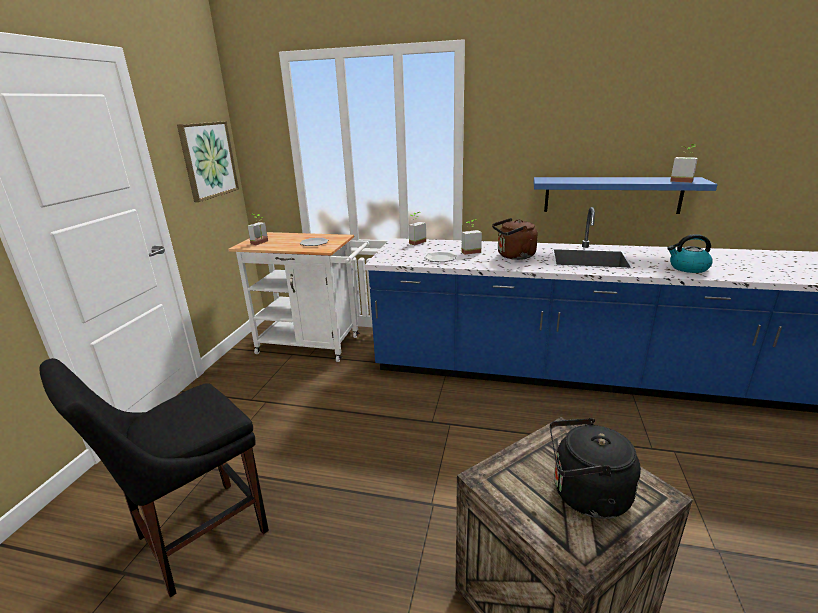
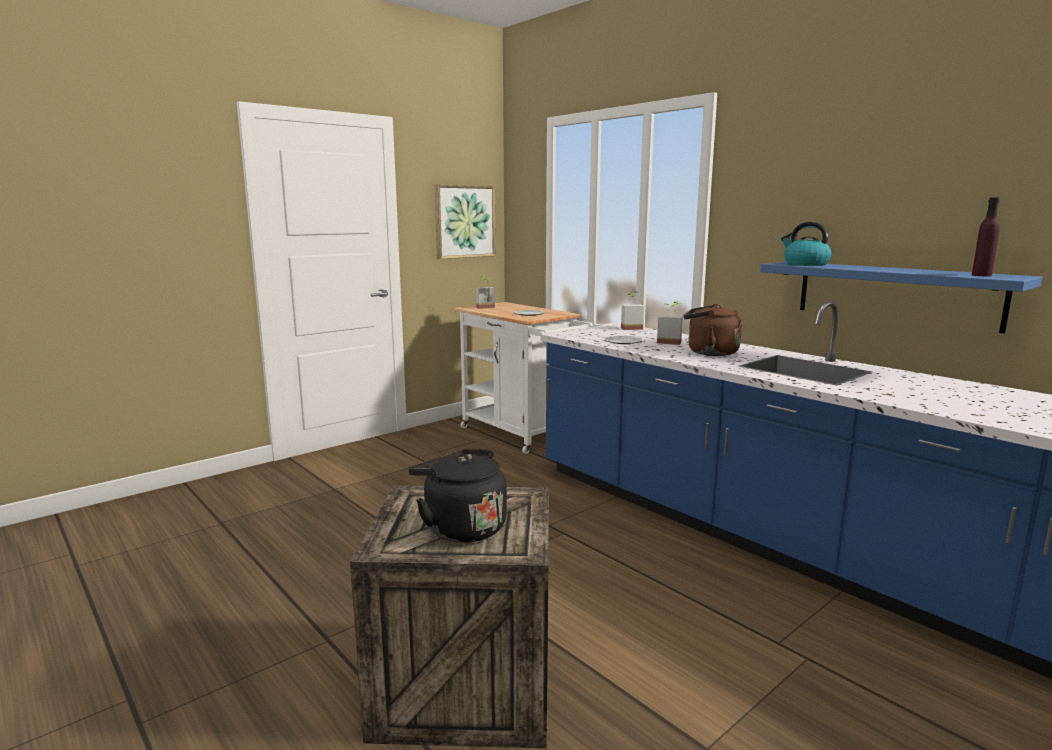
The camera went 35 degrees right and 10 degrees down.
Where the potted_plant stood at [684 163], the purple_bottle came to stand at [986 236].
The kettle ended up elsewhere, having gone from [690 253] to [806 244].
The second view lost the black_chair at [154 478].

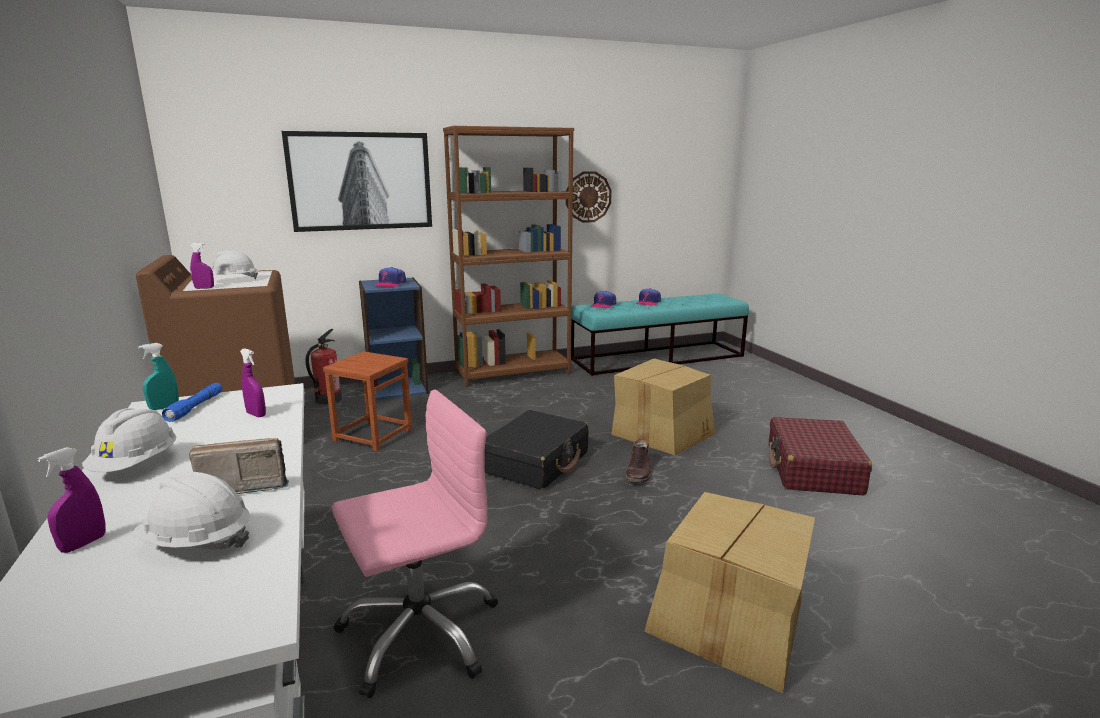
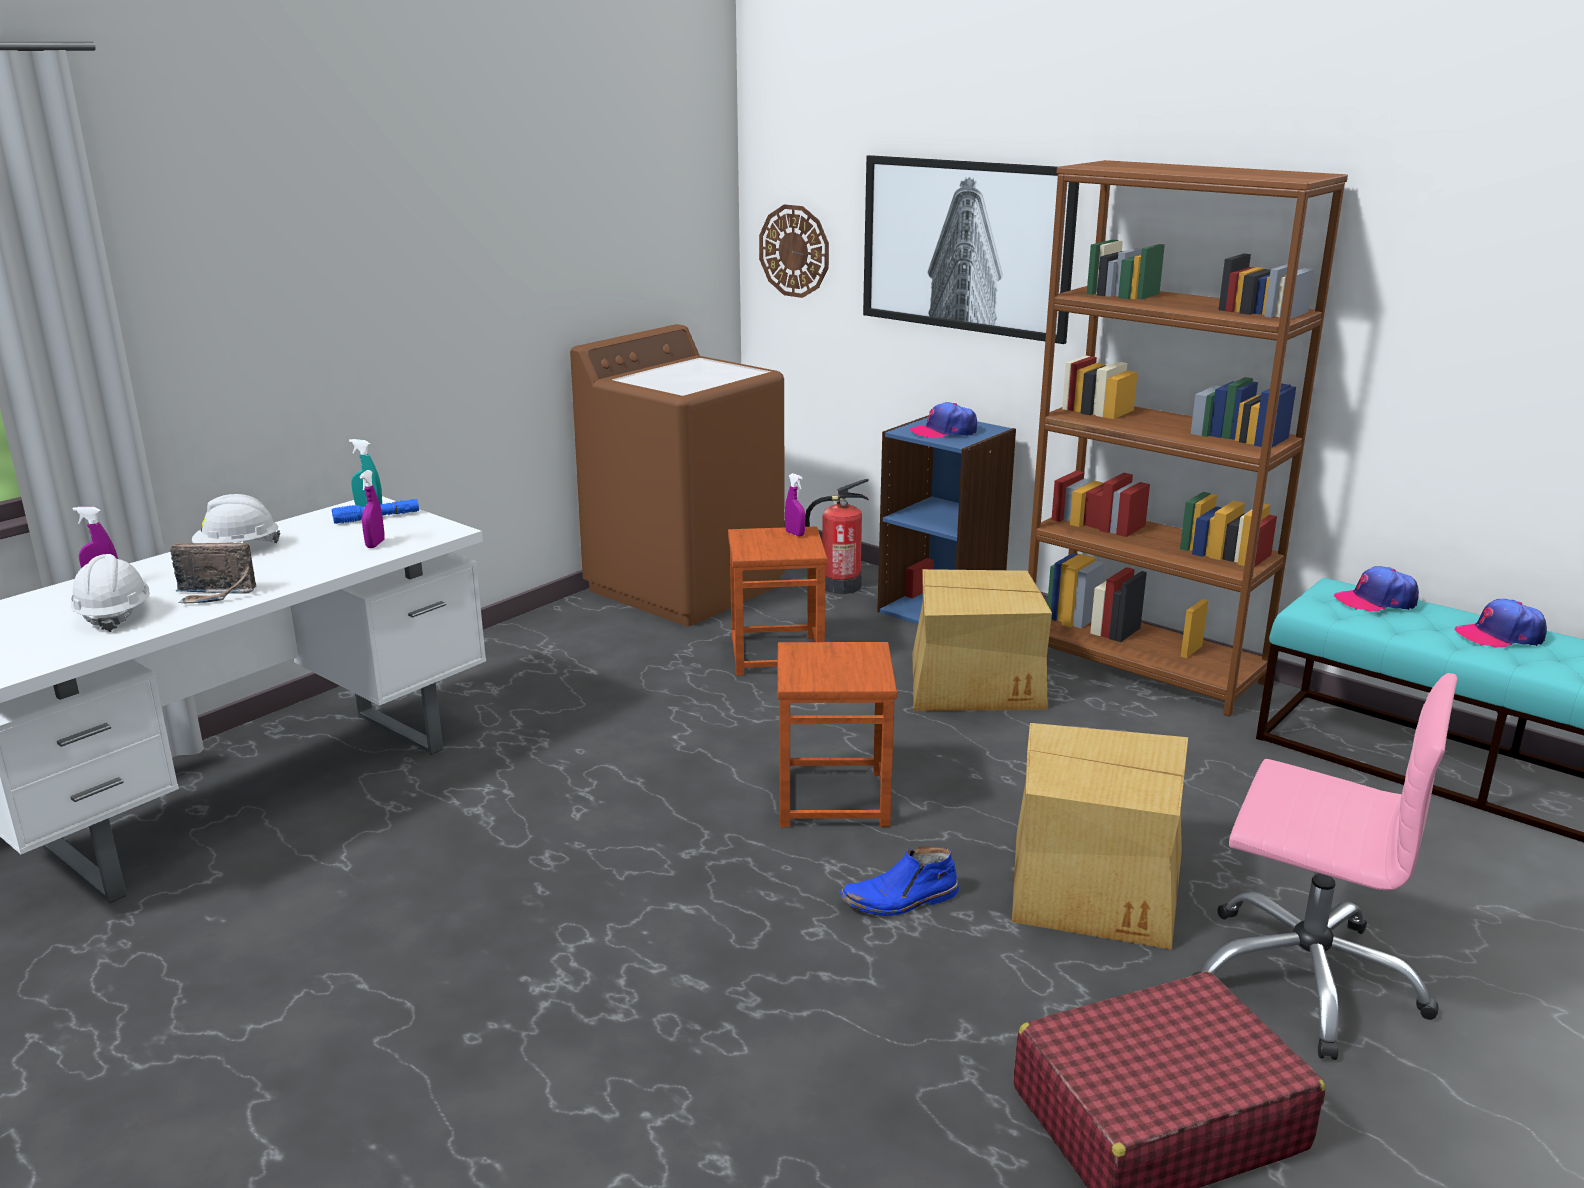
The camera went 60 degrees right and 5 degrees up.
The wall_clock ended up elsewhere, having gone from [589 197] to [794 251].
The purple_spray_bottle ended up elsewhere, having gone from [202 265] to [795 504].
The second view lost the white_hard_hat at [235 264].
The pink_office_chair ended up elsewhere, having gone from [415 543] to [1324 866].
Where the black_suitcase stood at [536 450], the brown_stool came to stand at [837 734].
The radio at [239 466] ended up facing another way, 135 degrees clockwise from before.
What was the brown_boot at [637 461] turned into the blue_boot at [899 881].
The cardboard_box ended up elsewhere, having gone from [729 592] to [982 640].

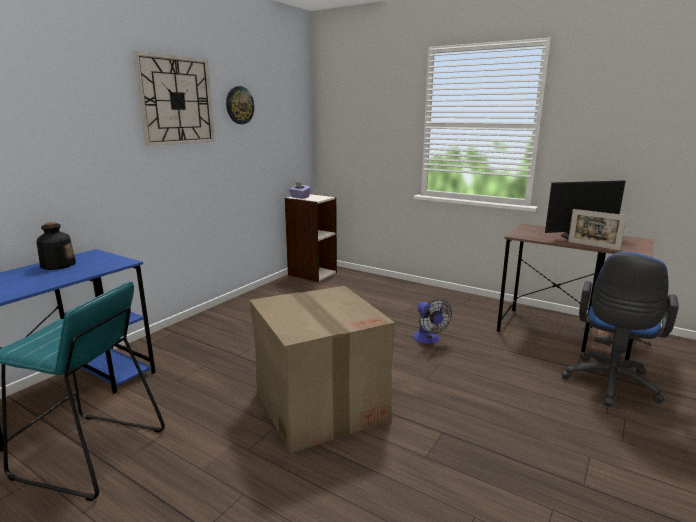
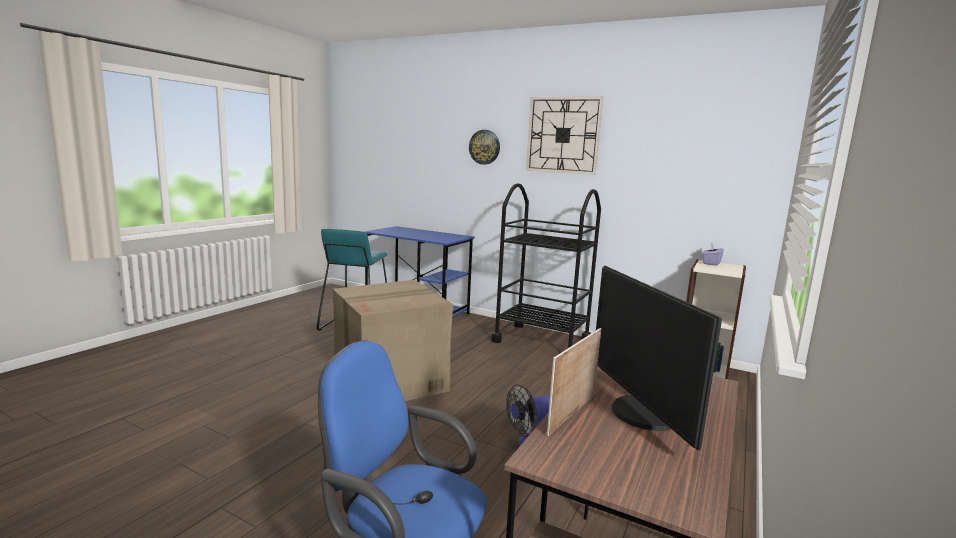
The camera went 85 degrees right and 5 degrees down.
The wall_clock ended up elsewhere, having gone from [240 105] to [484 147].
The second view lost the bottle at [56 246].
The second view gained the black_cart at [546 266].

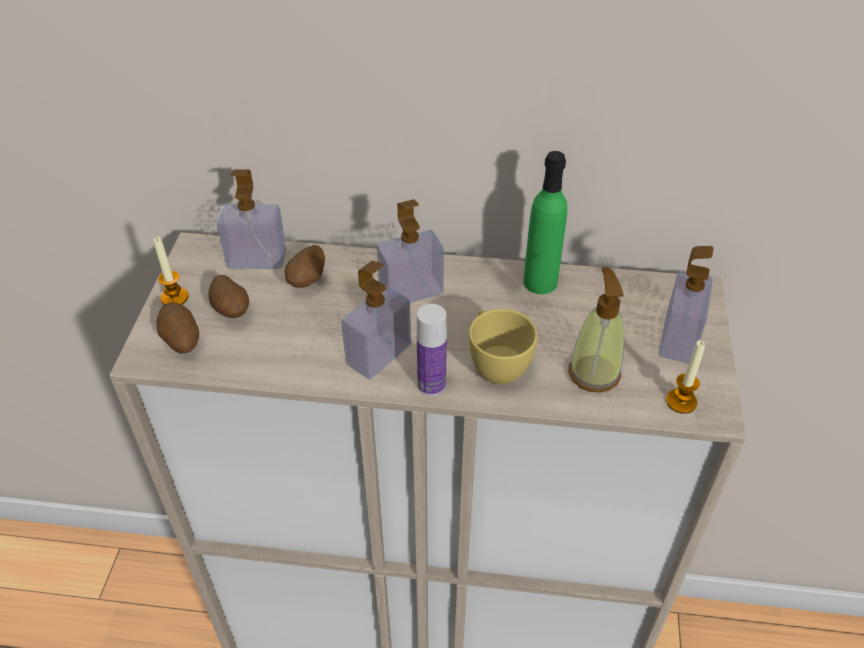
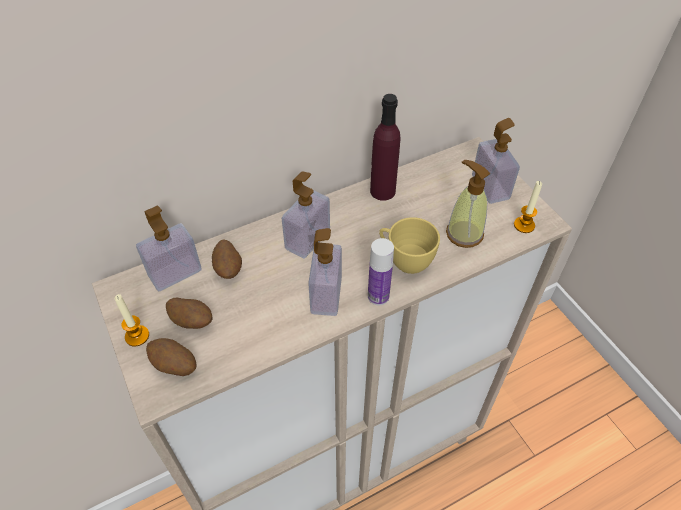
The camera went 35 degrees left and 5 degrees up.
What was the green_bottle at [545 222] turned into the purple_bottle at [385 147].

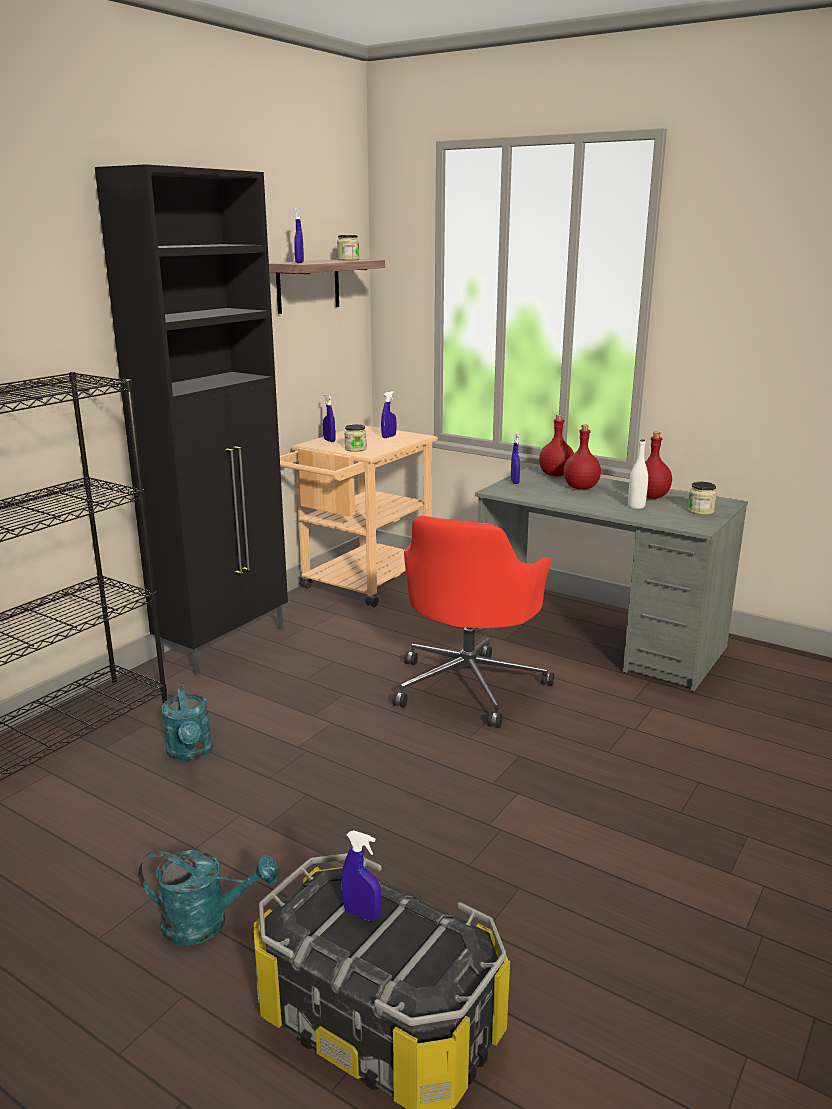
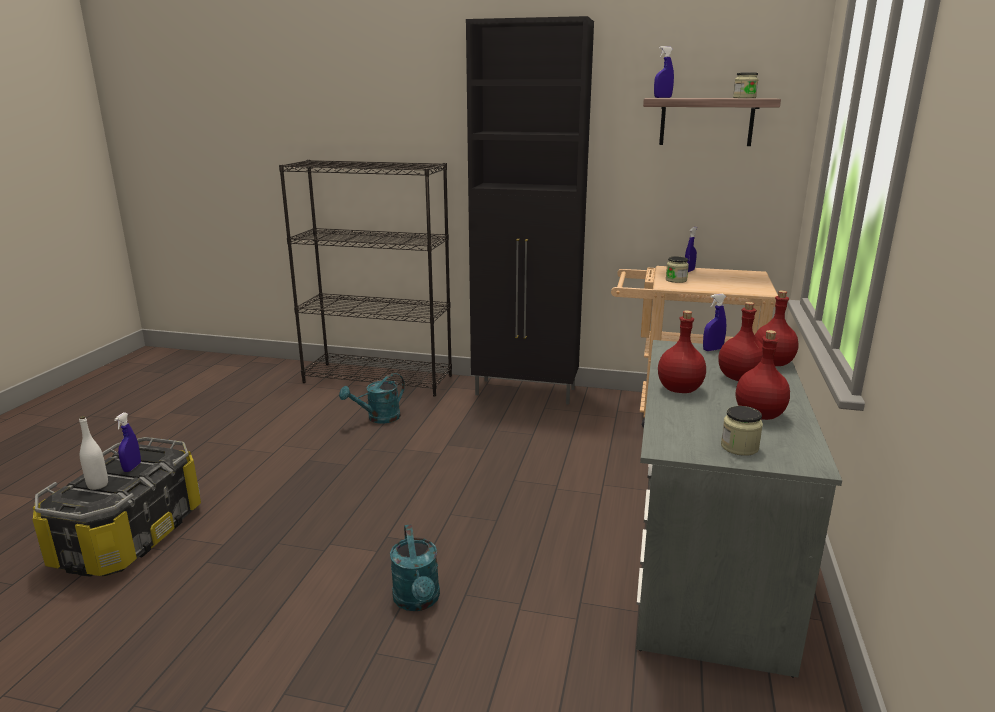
The camera went 70 degrees right and 0 degrees up.
The second view lost the blue_spray_bottle at [389 414].
The white_bottle ended up elsewhere, having gone from [638 474] to [93 453].
The second view lost the red_office_chair at [473 622].
The turquoise_watering_can ended up elsewhere, having gone from [208 898] to [415 567].
The second view gained the red_bottle at [682 351].

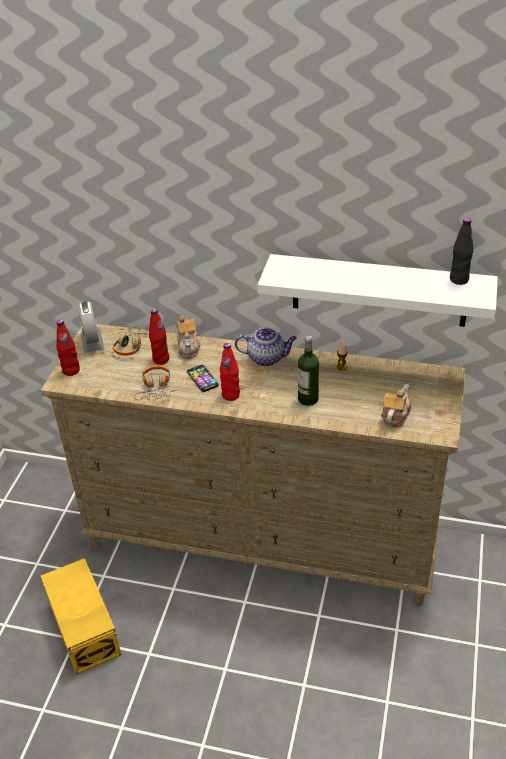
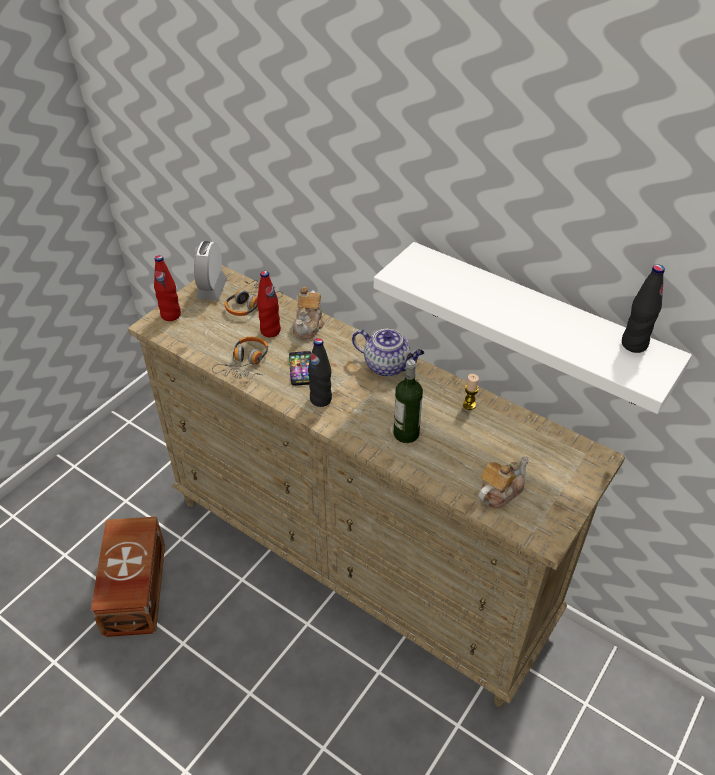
The camera went 20 degrees right and 5 degrees up.
What was the red_bottle at [230 372] turned into the black_bottle at [320 372].
What was the yellow_storage_box at [81 616] turned into the brown_storage_box at [128 577].

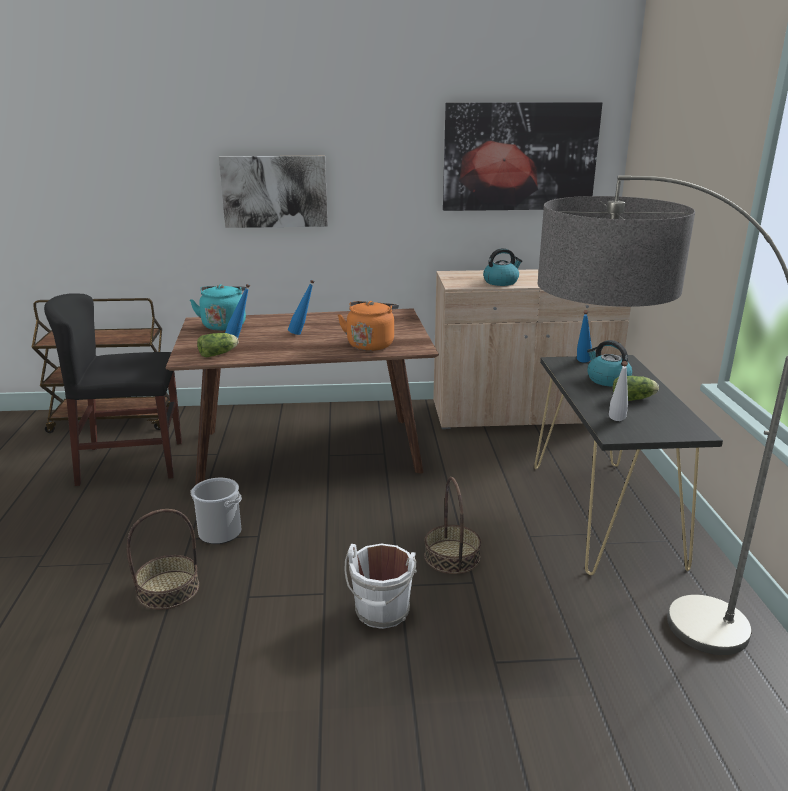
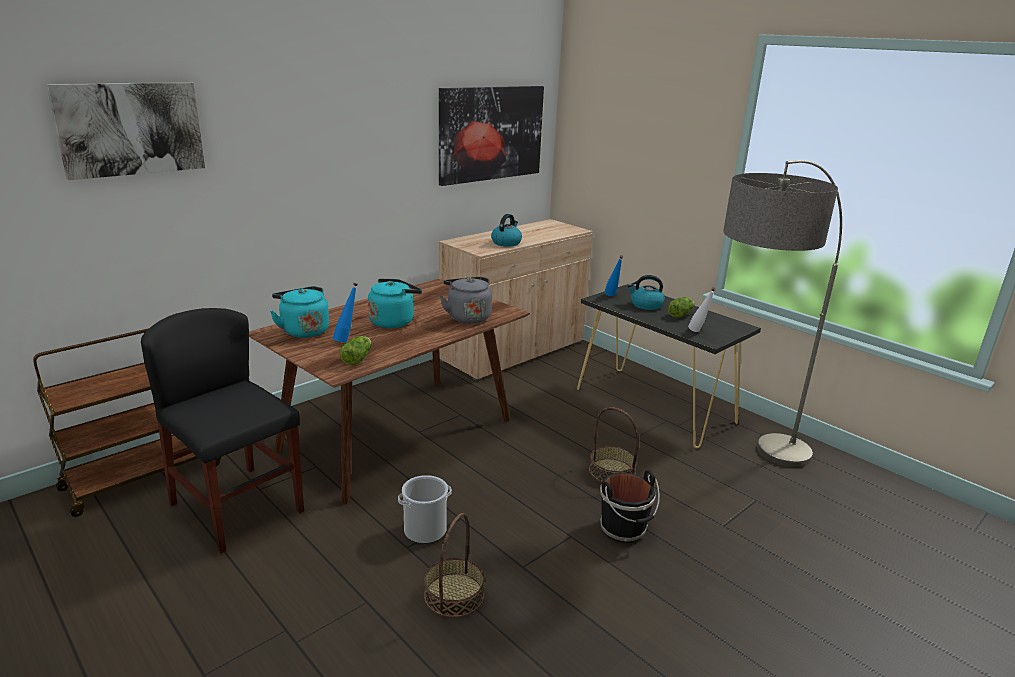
The camera went 40 degrees left and 0 degrees up.
The picture ended up elsewhere, having gone from [273 192] to [125 131].
Where the blue_bottle stood at [301 307], the turquoise_kettle came to stand at [395 303].
The black_chair at [113 389] ended up facing another way, 90 degrees clockwise from before.
What was the orange_kettle at [368 326] turned into the grey_kettle at [466 300].
What was the white_bucket at [380 586] turned into the black_bucket at [630 506].

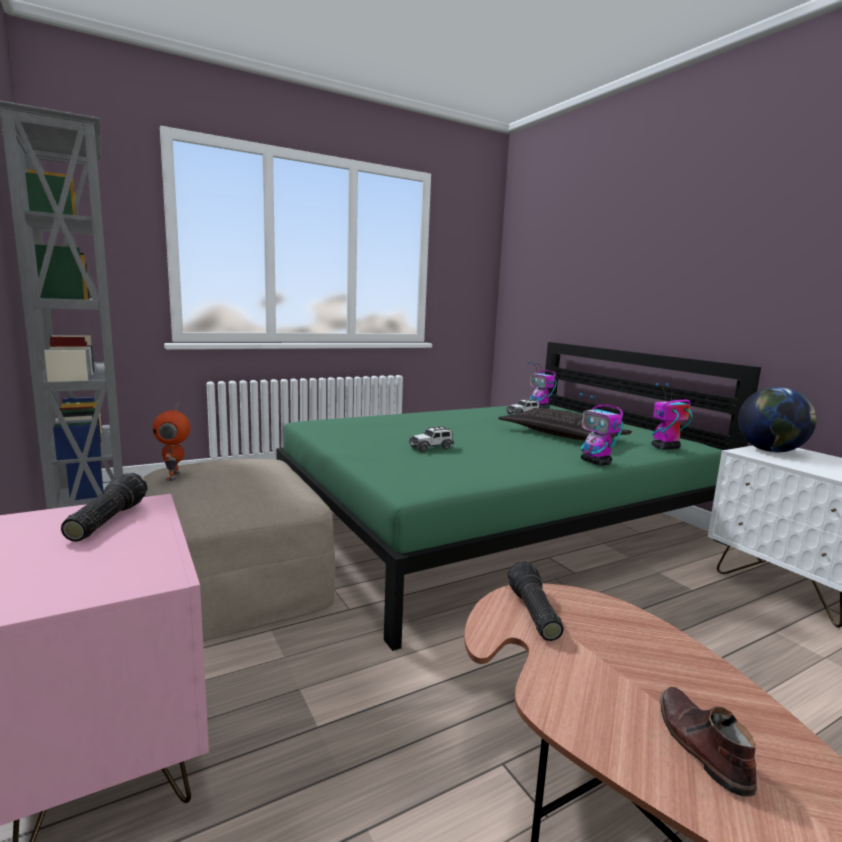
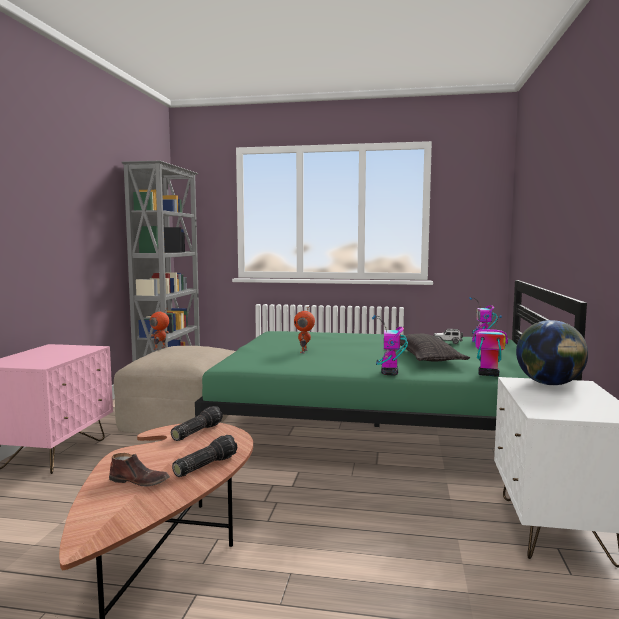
The camera went 40 degrees right and 5 degrees down.
Where the toy_car stood at [431 439], the toy_robot came to stand at [304 330].
The flashlight ended up elsewhere, having gone from [104 507] to [204 455].
The brown_shoe at [708 742] ended up facing another way, 75 degrees clockwise from before.

